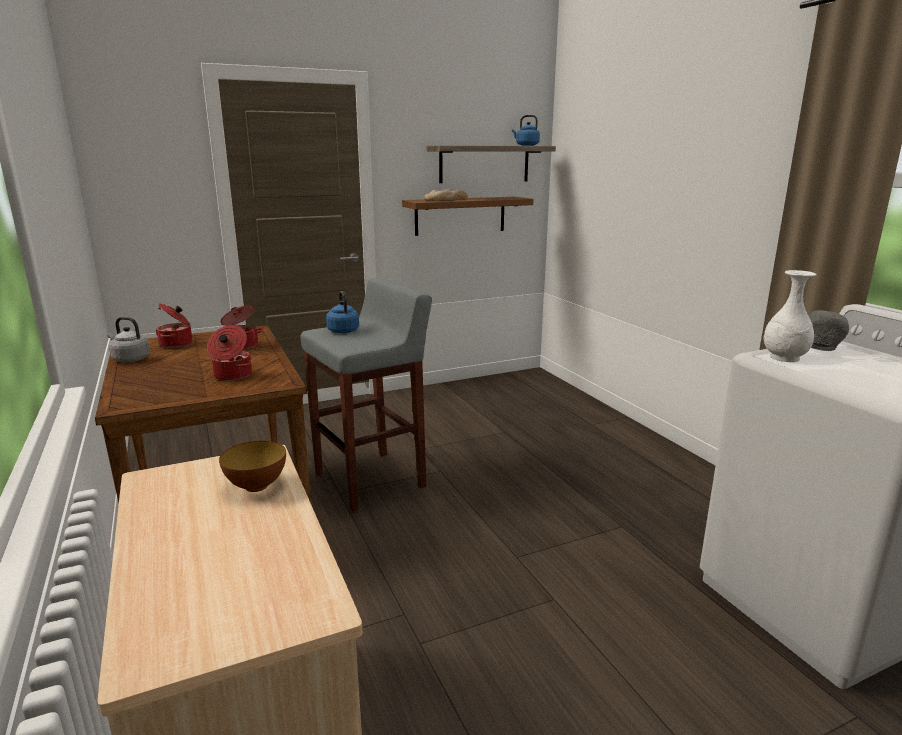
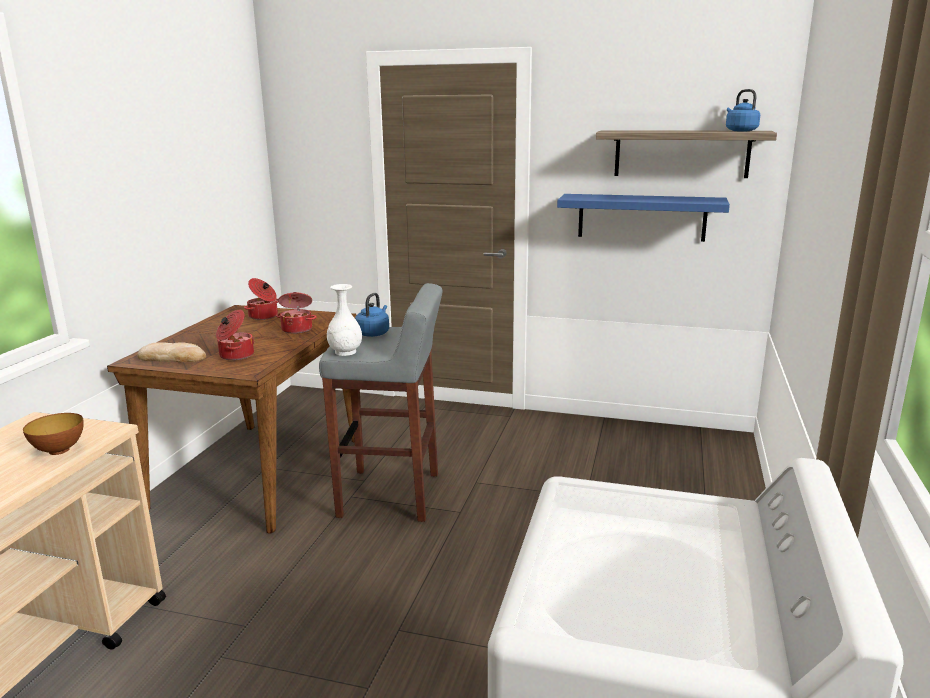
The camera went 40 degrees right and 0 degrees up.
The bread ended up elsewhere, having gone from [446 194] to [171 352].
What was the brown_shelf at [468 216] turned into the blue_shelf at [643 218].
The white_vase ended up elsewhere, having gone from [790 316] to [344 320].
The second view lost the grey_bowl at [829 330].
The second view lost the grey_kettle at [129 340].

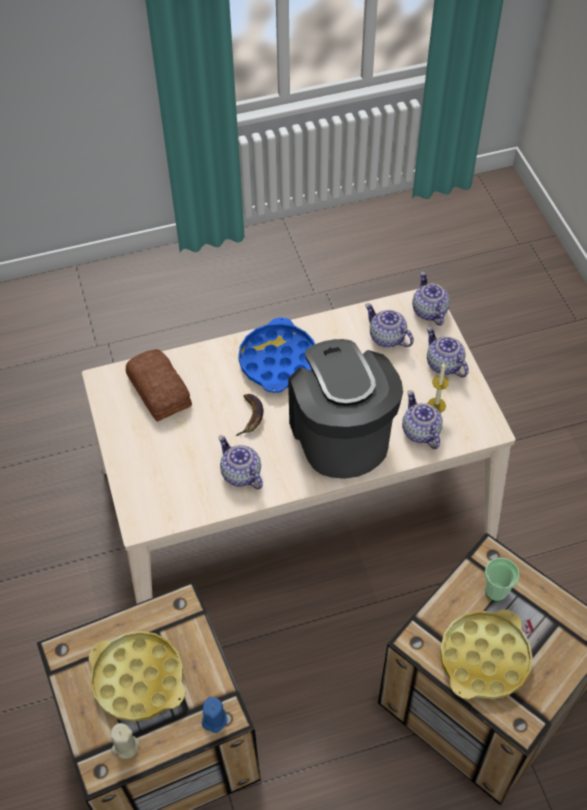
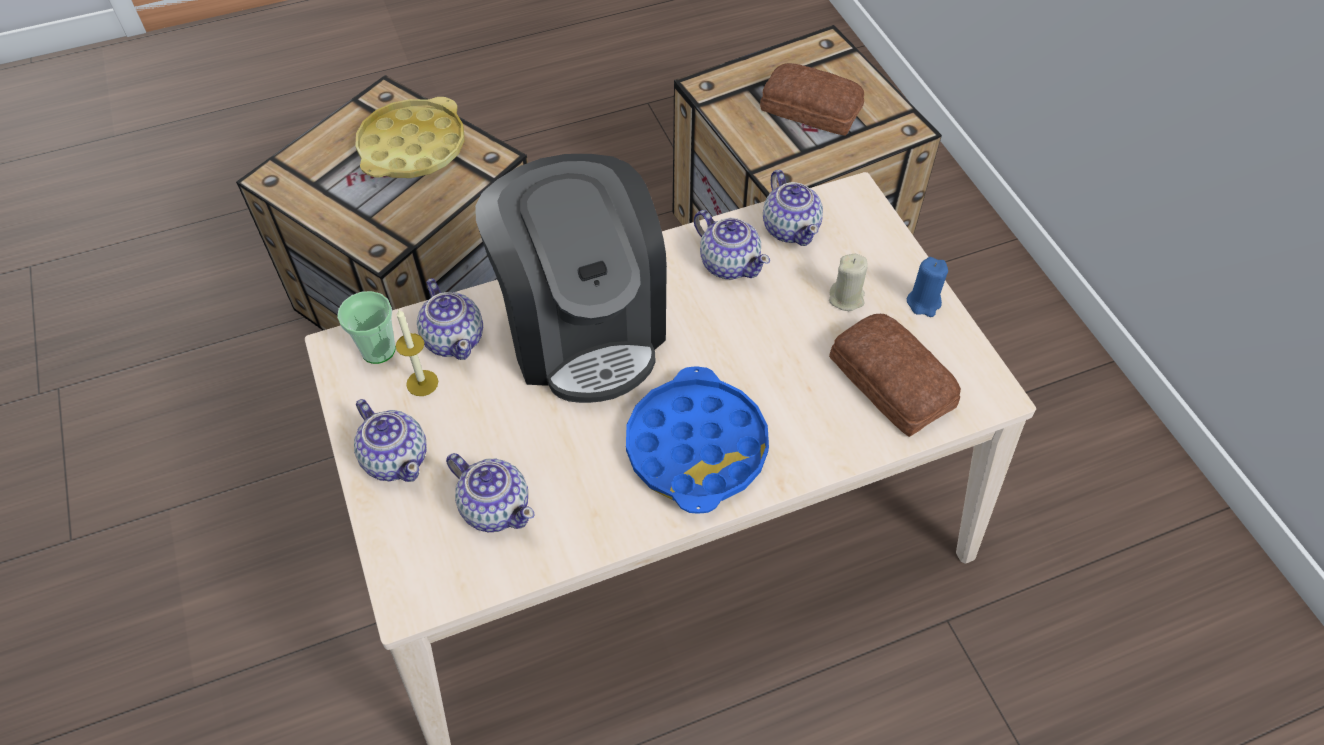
The camera went 175 degrees right and 0 degrees up.
The teapot ended up elsewhere, having gone from [431 299] to [793 208].
The second view lost the banana at [249 415].
The cup ended up elsewhere, having gone from [502 579] to [366 327].
Where the yellow_tray stood at [137 676], the bread came to stand at [812 99].
The blue_candle ended up elsewhere, having gone from [215 715] to [927 287].
The beige_candle ended up elsewhere, having gone from [124 741] to [848 282].

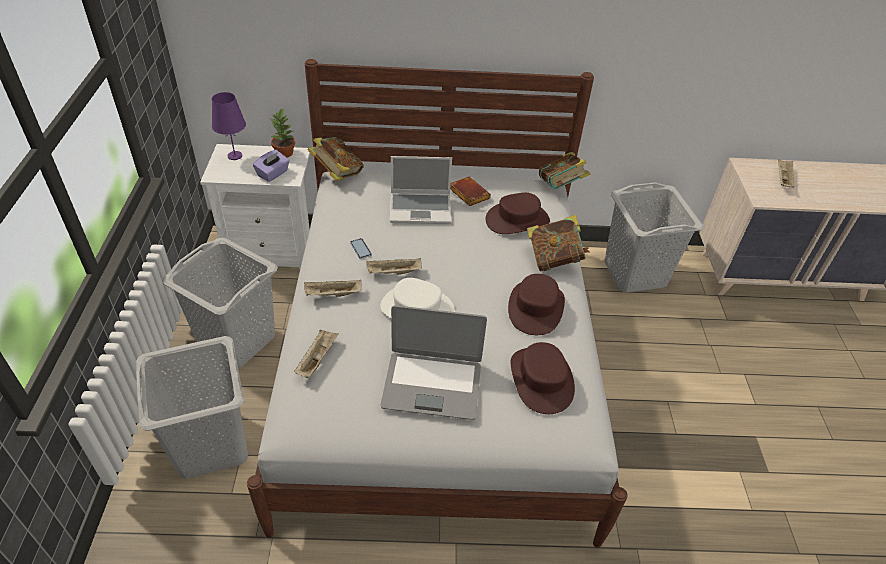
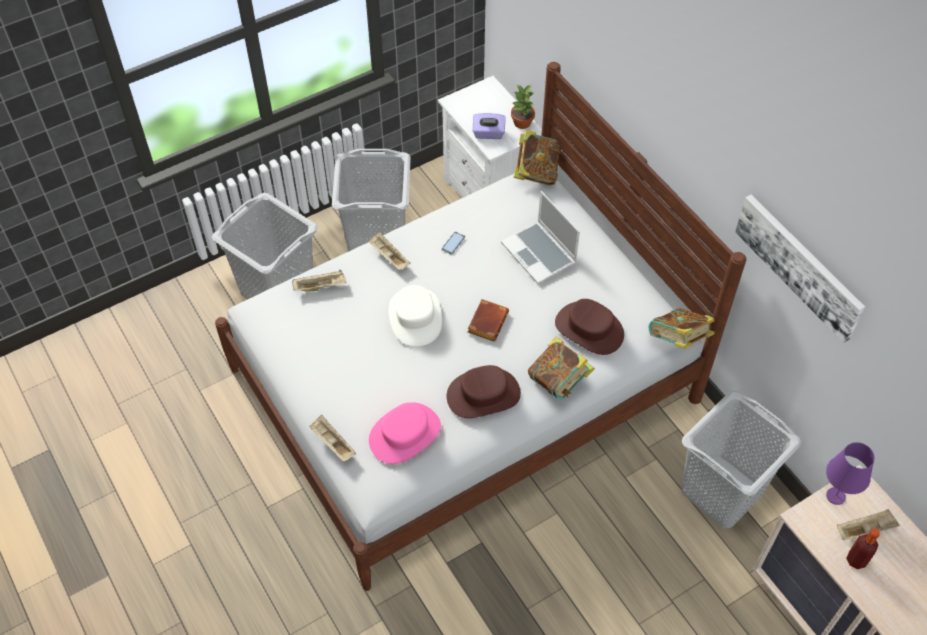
The camera went 60 degrees right and 10 degrees up.
The purple_table_lamp ended up elsewhere, having gone from [229 126] to [850 473].
The brown_book ended up elsewhere, having gone from [470 191] to [488 320].
The beige_tray ended up elsewhere, having gone from [394 266] to [332 438].
The second view lost the laptop at [433 362].
What was the brown_hat at [543 378] turned into the pink_hat at [405 433].
The second view gained the picture at [800 269].
The second view gained the bottle at [863 548].

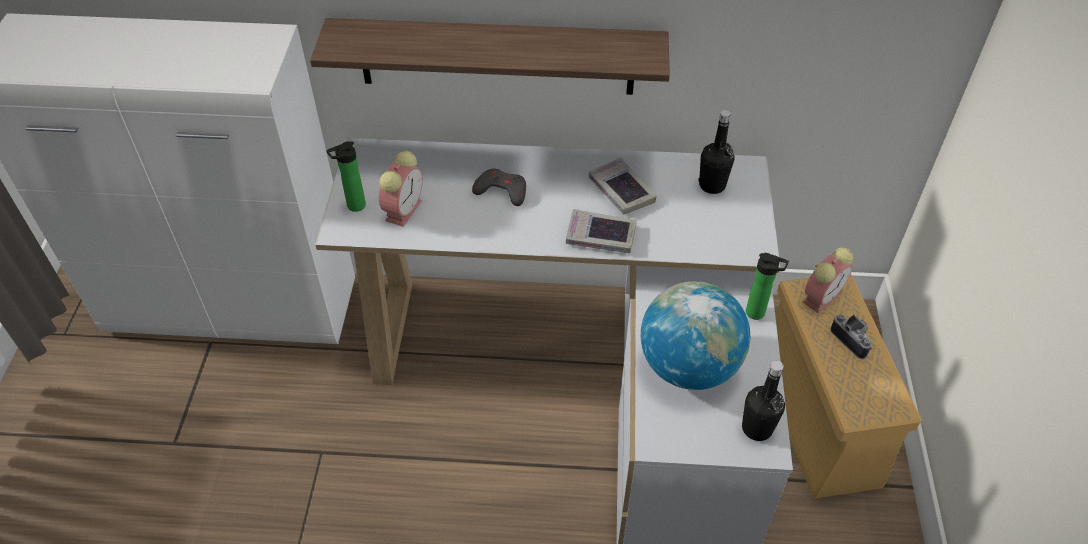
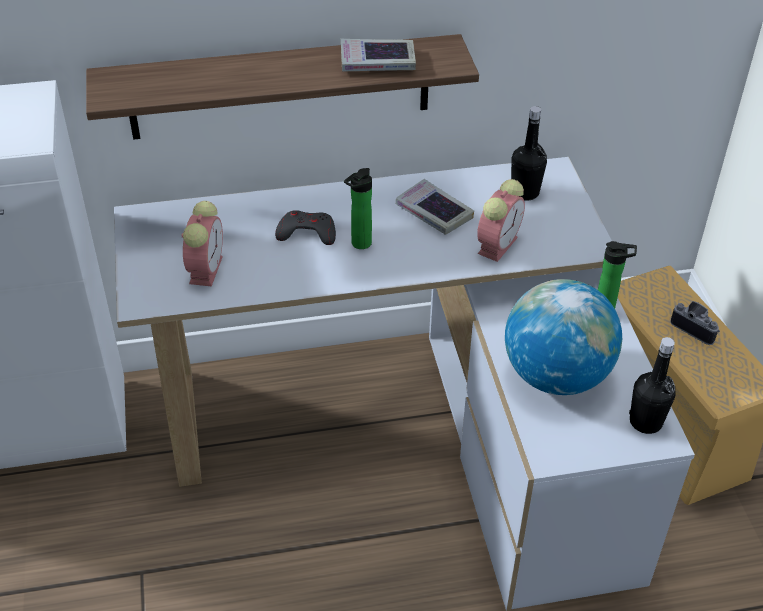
The camera went 15 degrees left and 5 degrees down.
The bottle ended up elsewhere, having gone from [346 176] to [358 208].
The book ended up elsewhere, having gone from [601 231] to [378 55].
The alarm_clock ended up elsewhere, having gone from [828 280] to [501 220].

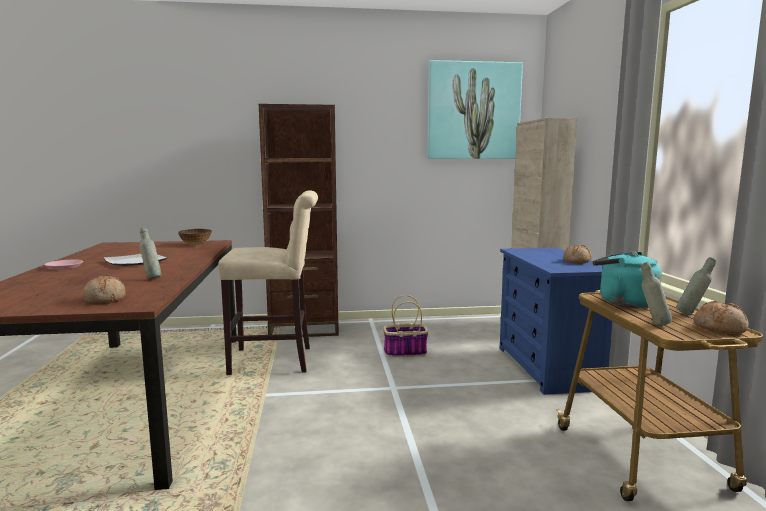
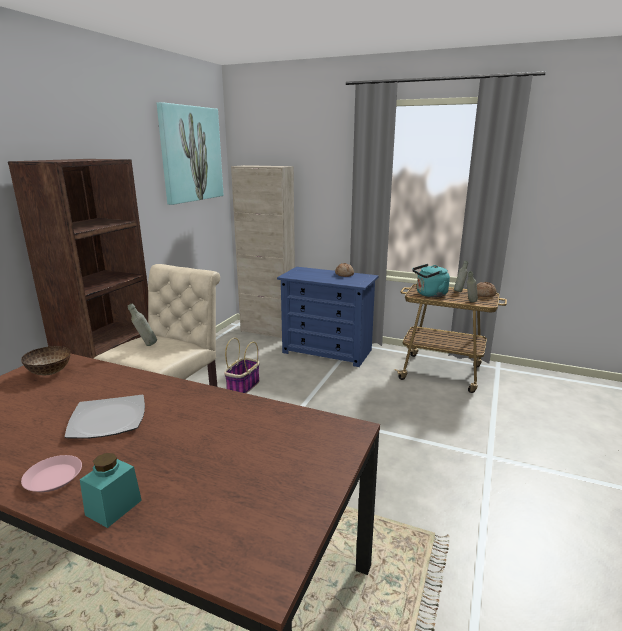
The camera went 60 degrees left and 10 degrees up.
The grey_bottle ended up elsewhere, having gone from [150 253] to [142 325].
The second view lost the bread at [104 289].
The second view gained the turquoise_jar at [111 490].

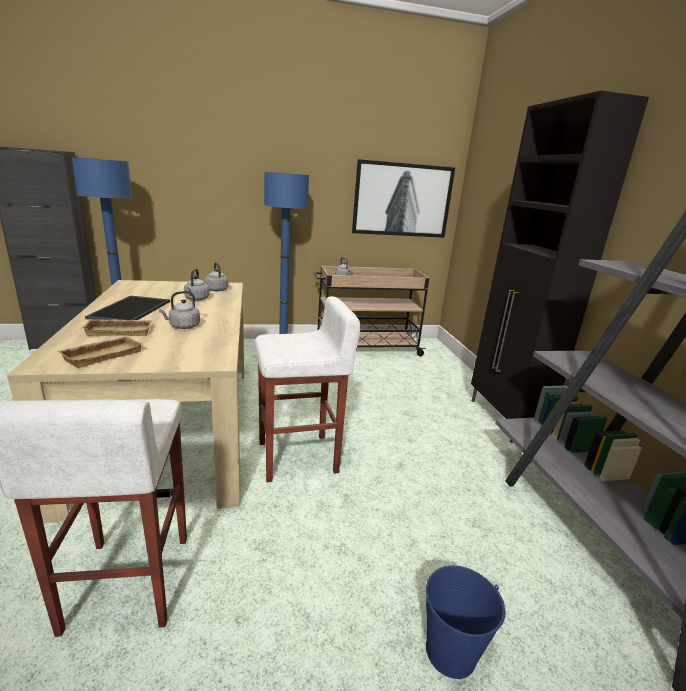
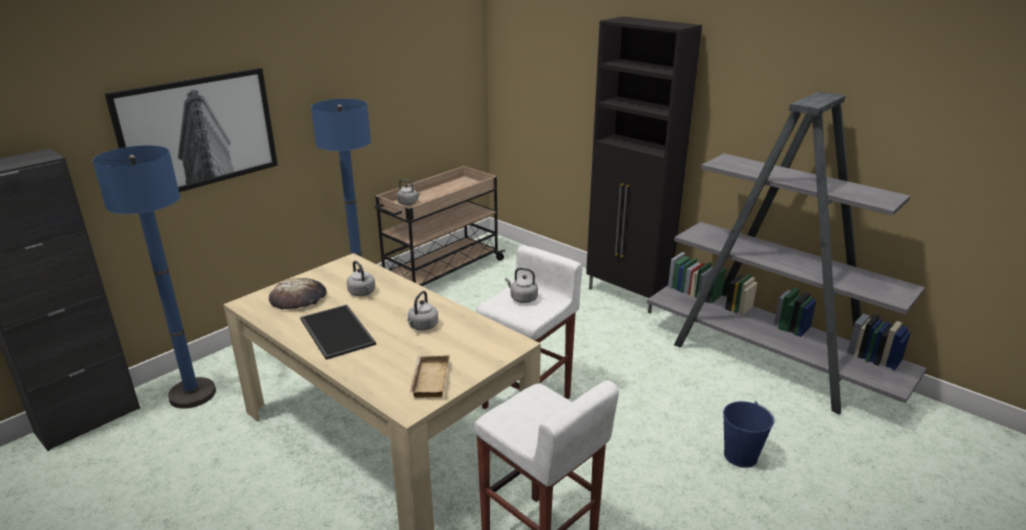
The camera went 35 degrees left and 5 degrees up.
The picture ended up elsewhere, having gone from [403 198] to [191 130].
The grey_kettle ended up elsewhere, having gone from [216 276] to [521 285].
The second view lost the beige_tray at [117 327].
The second view gained the bread at [297 293].

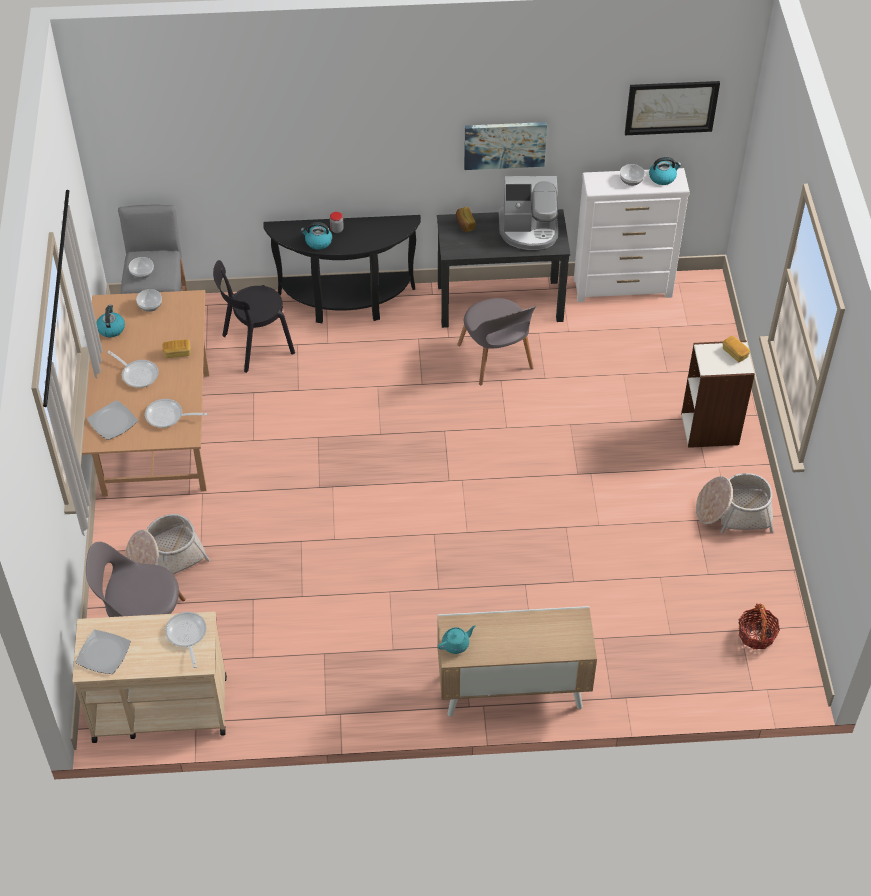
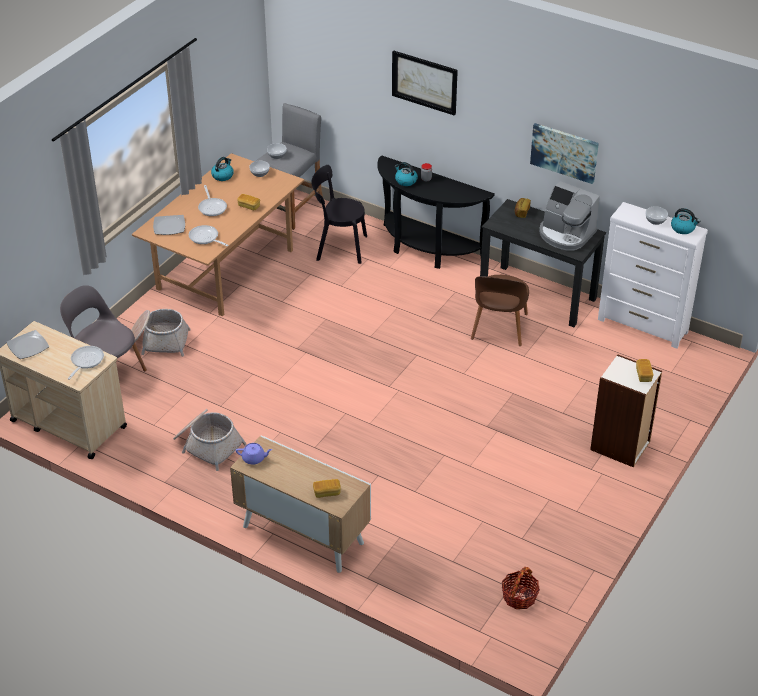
The camera went 35 degrees right and 10 degrees down.
The picture ended up elsewhere, having gone from [672 108] to [425 83].
What was the grey_chair at [496 341] turned into the brown_chair at [500 310].
The basket ended up elsewhere, having gone from [735 503] to [209 440].
What was the turquoise_teapot at [457 639] turned into the purple_teapot at [254 454].
The second view gained the bread at [327 488].

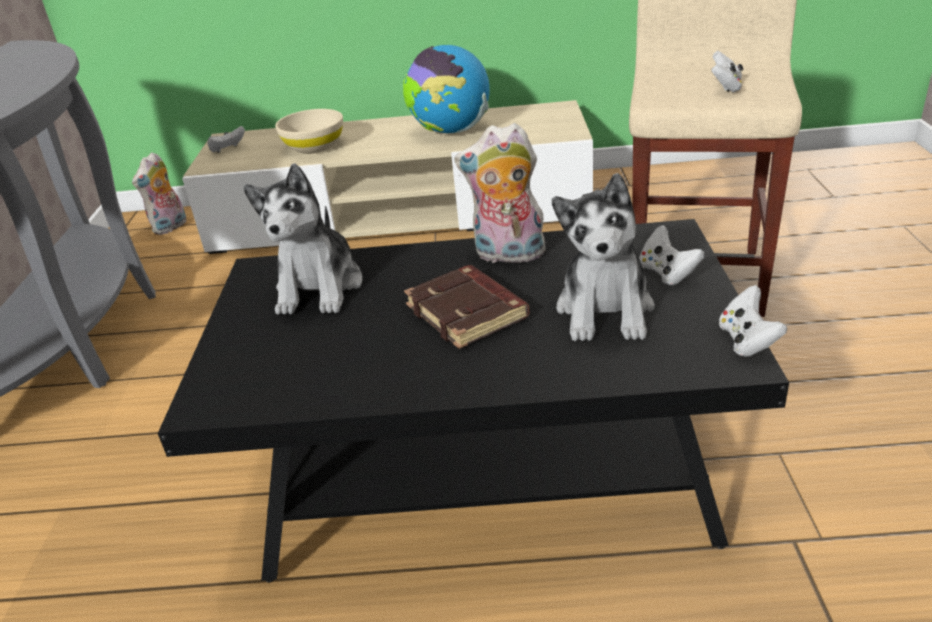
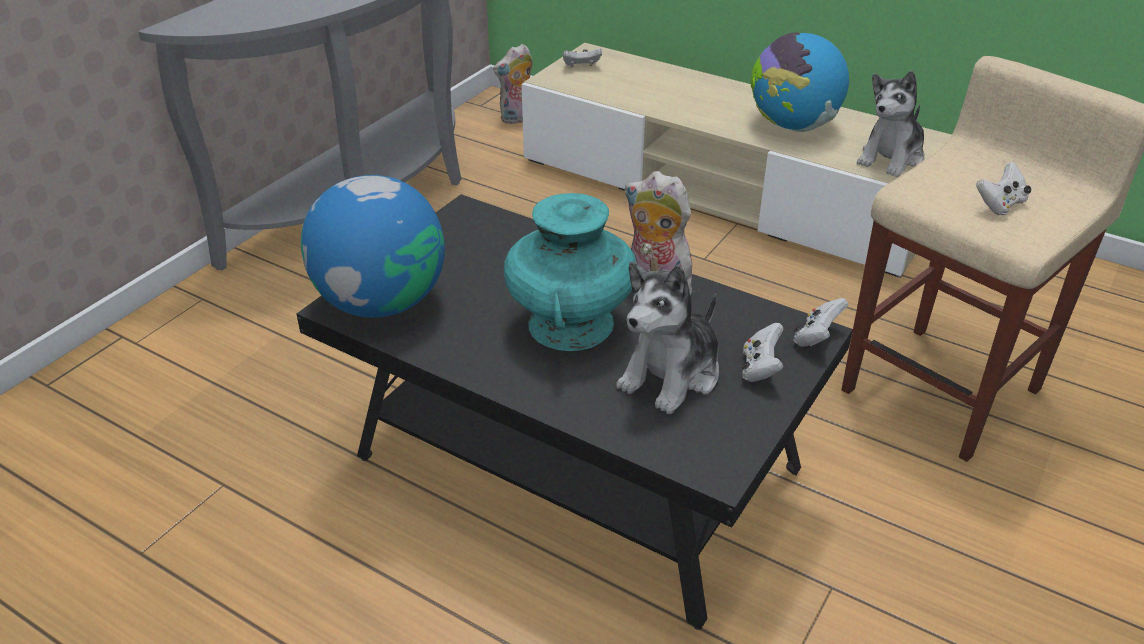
The camera went 30 degrees right and 5 degrees up.
The second view lost the beige_bowl at [309 131].
The plush_toy ended up elsewhere, having gone from [302 239] to [891 124].
Where the brown_book stood at [466 307], the turquoise_vase came to stand at [570 272].
The white_game_controller ended up elsewhere, having gone from [753 321] to [821 322].
The second view gained the globe at [373 246].

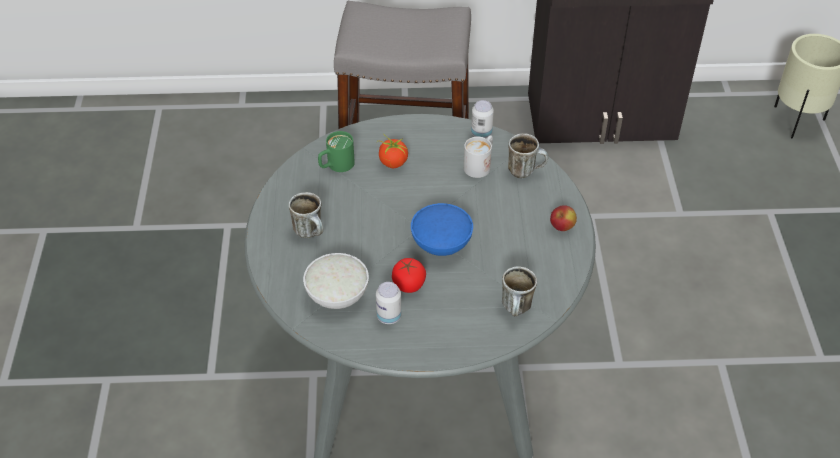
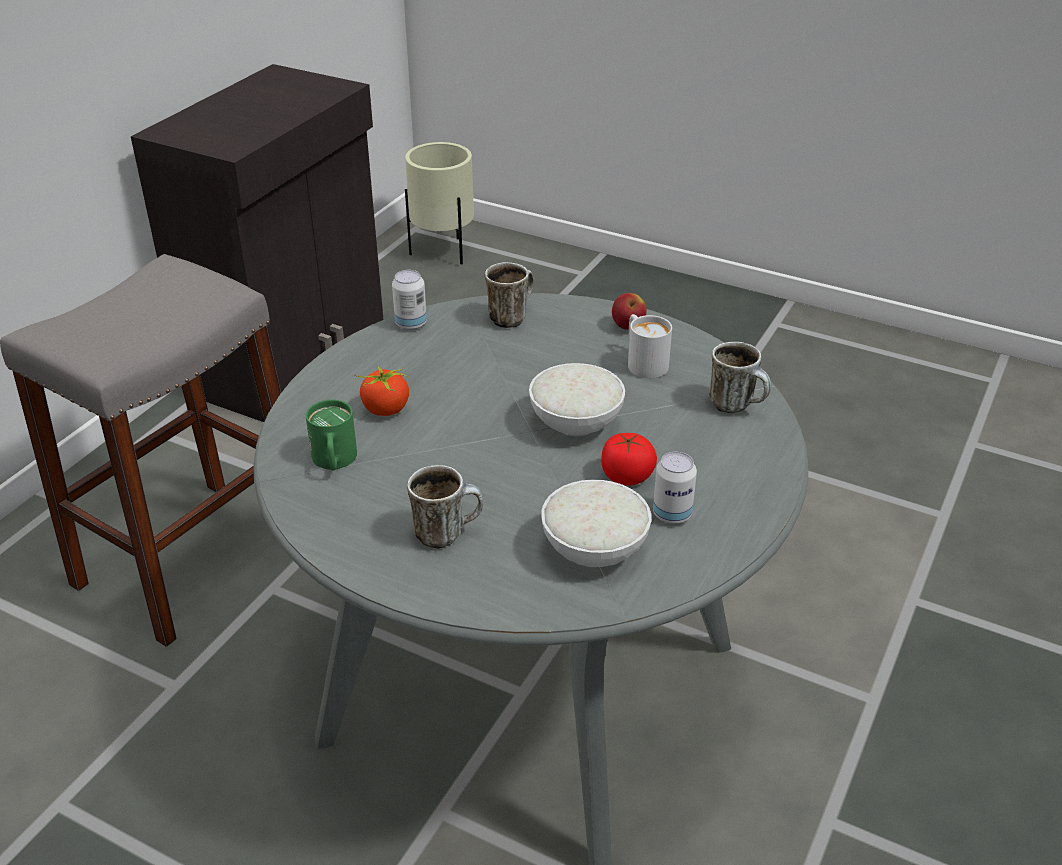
The camera went 60 degrees left and 10 degrees down.
The white_mug ended up elsewhere, having gone from [478 156] to [650 346].
What was the blue_bowl at [442 229] turned into the white_bowl at [577 400].

